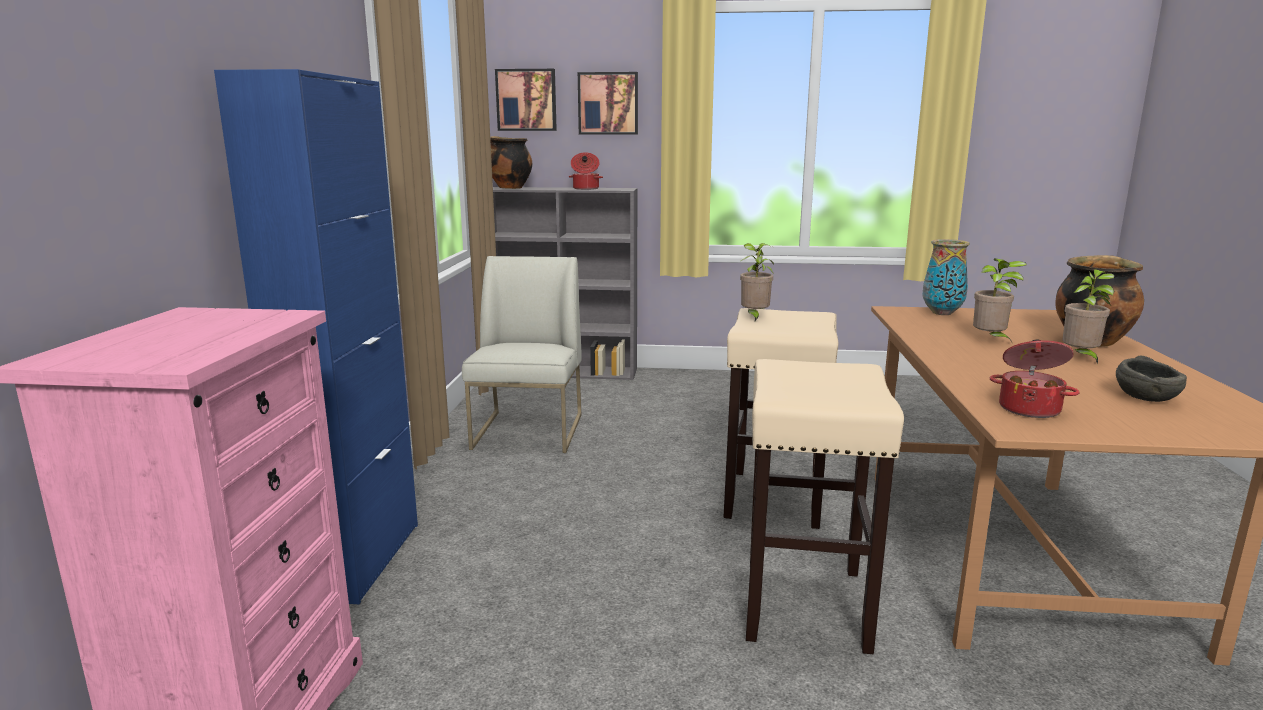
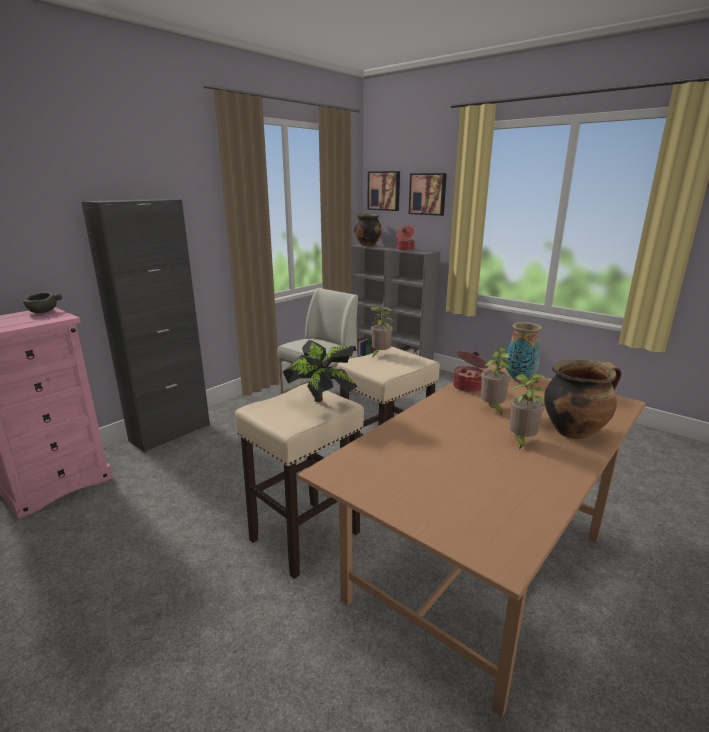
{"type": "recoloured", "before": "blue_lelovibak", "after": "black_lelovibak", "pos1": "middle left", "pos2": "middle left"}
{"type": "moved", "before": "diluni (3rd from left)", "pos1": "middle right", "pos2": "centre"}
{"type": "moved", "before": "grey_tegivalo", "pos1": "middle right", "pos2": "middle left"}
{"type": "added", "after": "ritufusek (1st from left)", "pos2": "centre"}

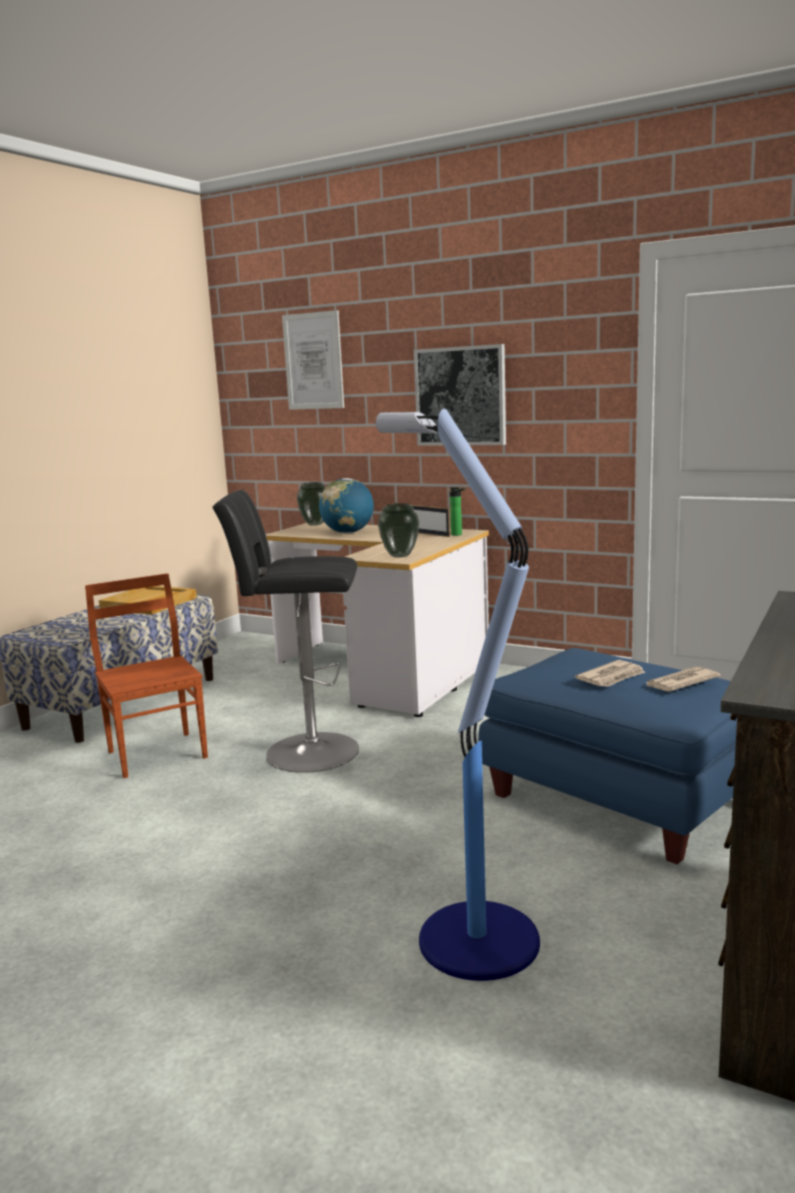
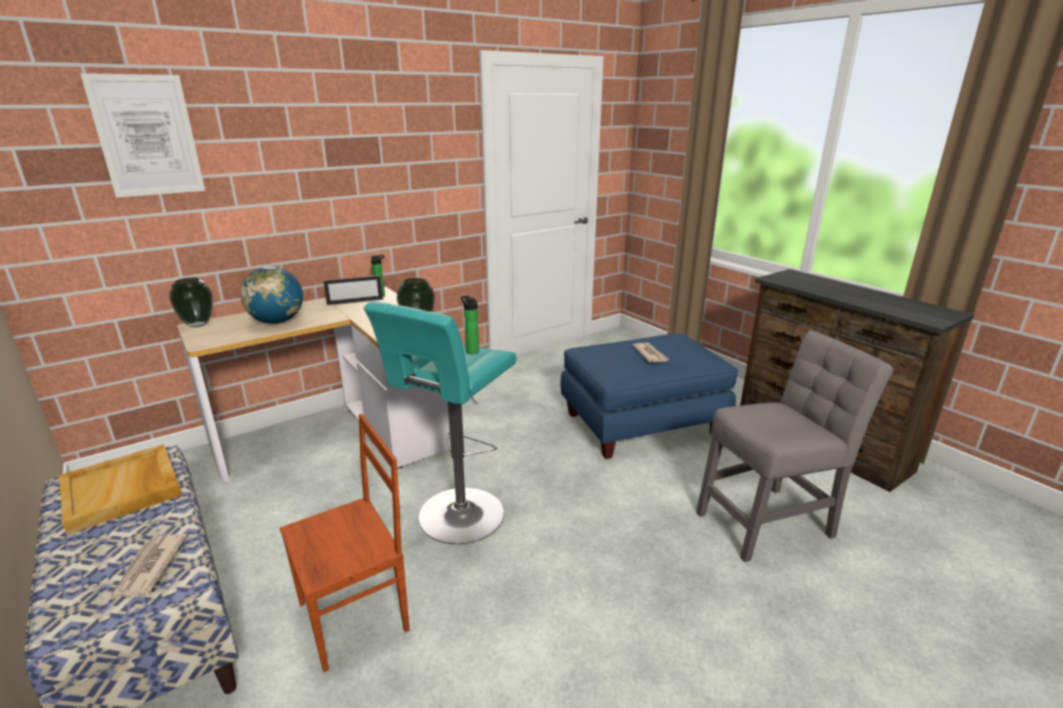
{"type": "turned", "before": "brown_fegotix", "pos1": "middle left", "pos2": "bottom left", "turn": 150}
{"type": "recoloured", "before": "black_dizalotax", "after": "turquoise_dizalotax", "pos1": "centre", "pos2": "centre"}
{"type": "replaced", "before": "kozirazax", "after": "grey_fegotix", "pos1": "centre", "pos2": "middle right"}
{"type": "removed", "before": "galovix (2nd from left)", "pos1": "top centre"}
{"type": "moved", "before": "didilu (2nd from left in the first image)", "after": "didilu (1st from left)", "pos1": "middle right", "pos2": "bottom left"}
{"type": "added", "after": "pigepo (2nd from left)", "pos2": "centre"}

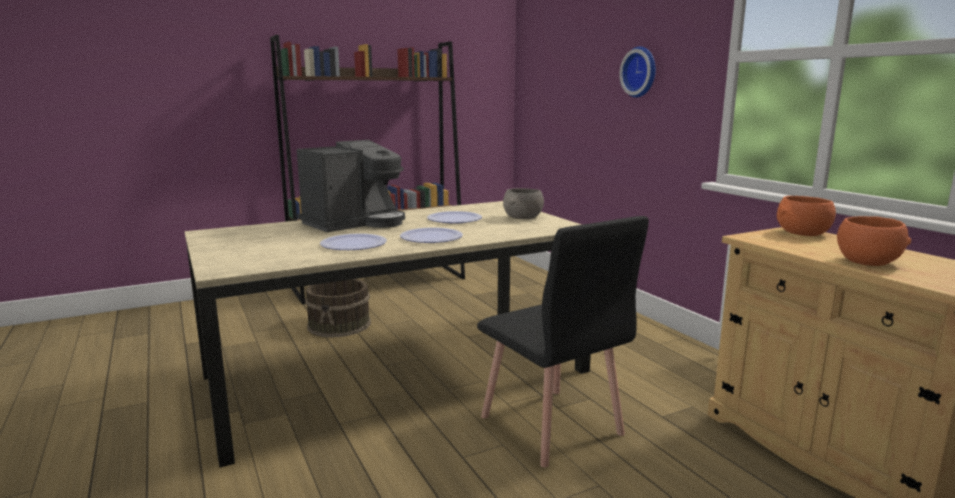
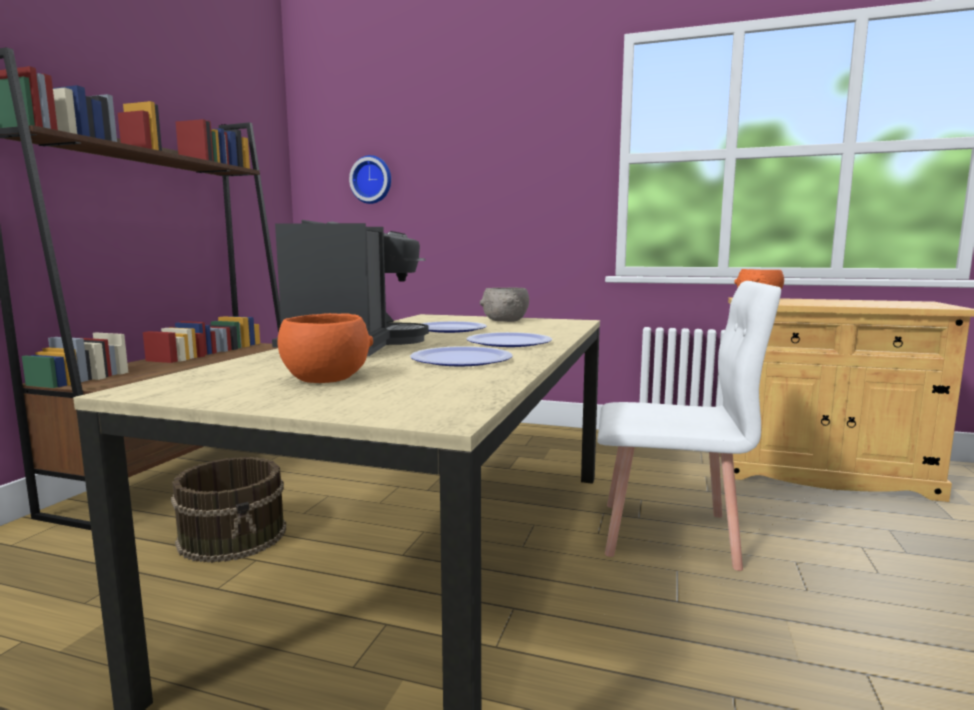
{"type": "recoloured", "before": "black_fegotix", "after": "white_fegotix", "pos1": "bottom centre", "pos2": "middle right"}
{"type": "moved", "before": "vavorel", "pos1": "top right", "pos2": "top centre"}
{"type": "moved", "before": "orange_tegivalo (2nd from left in the first image)", "after": "orange_tegivalo (1st from left)", "pos1": "middle right", "pos2": "centre"}

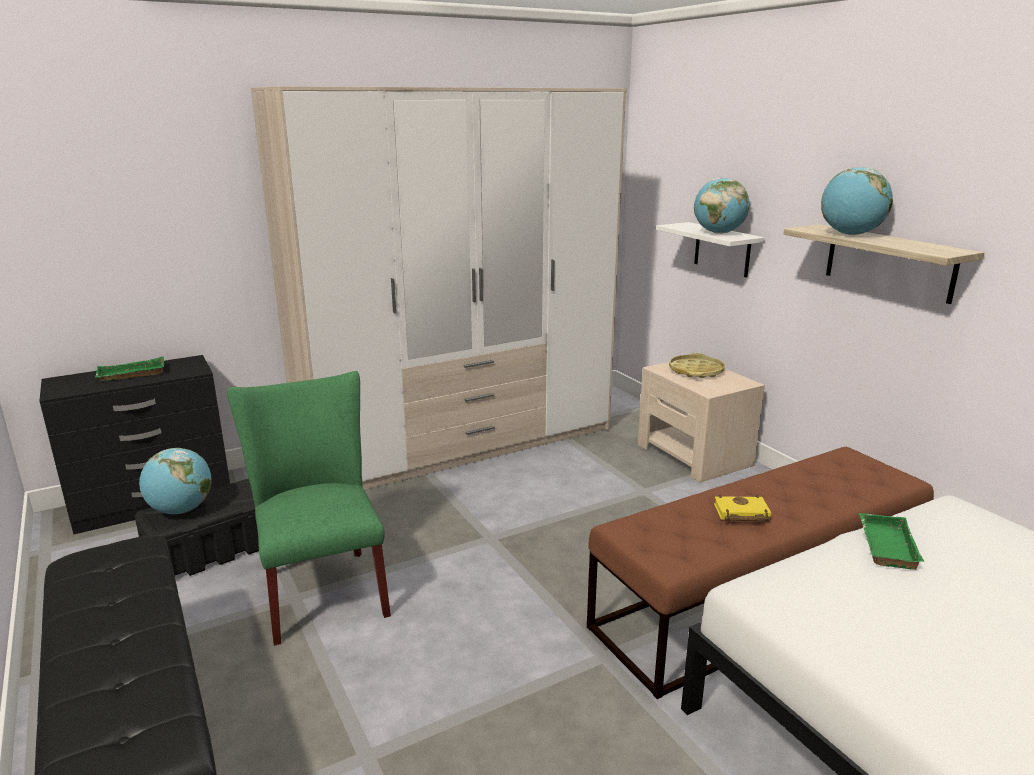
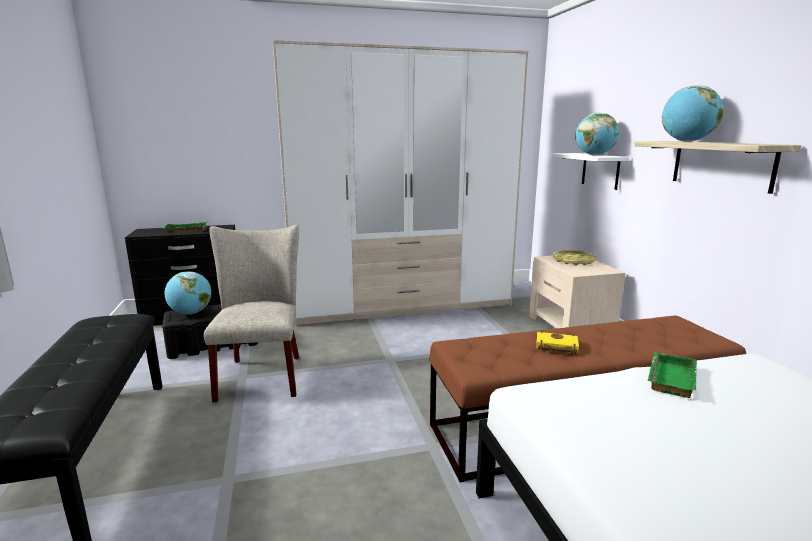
{"type": "recoloured", "before": "green_fegotix", "after": "beige_fegotix", "pos1": "middle left", "pos2": "middle left"}

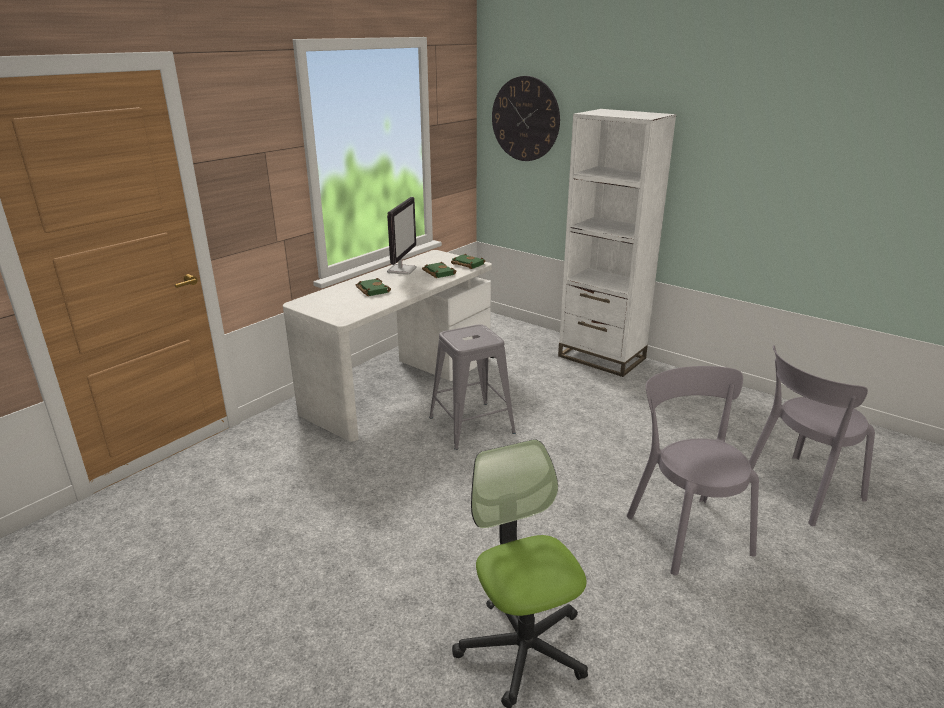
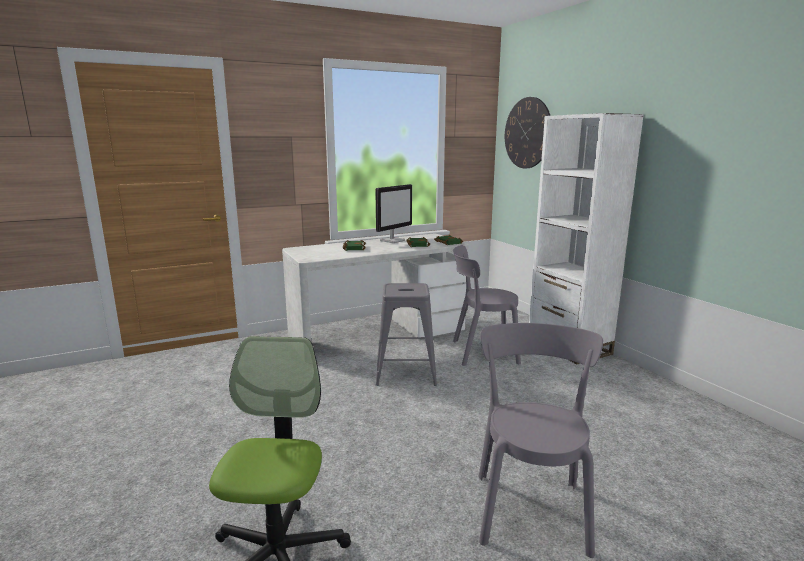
{"type": "moved", "before": "grey_fegotix (2nd from left in the first image)", "after": "grey_fegotix (1st from left)", "pos1": "middle right", "pos2": "centre"}

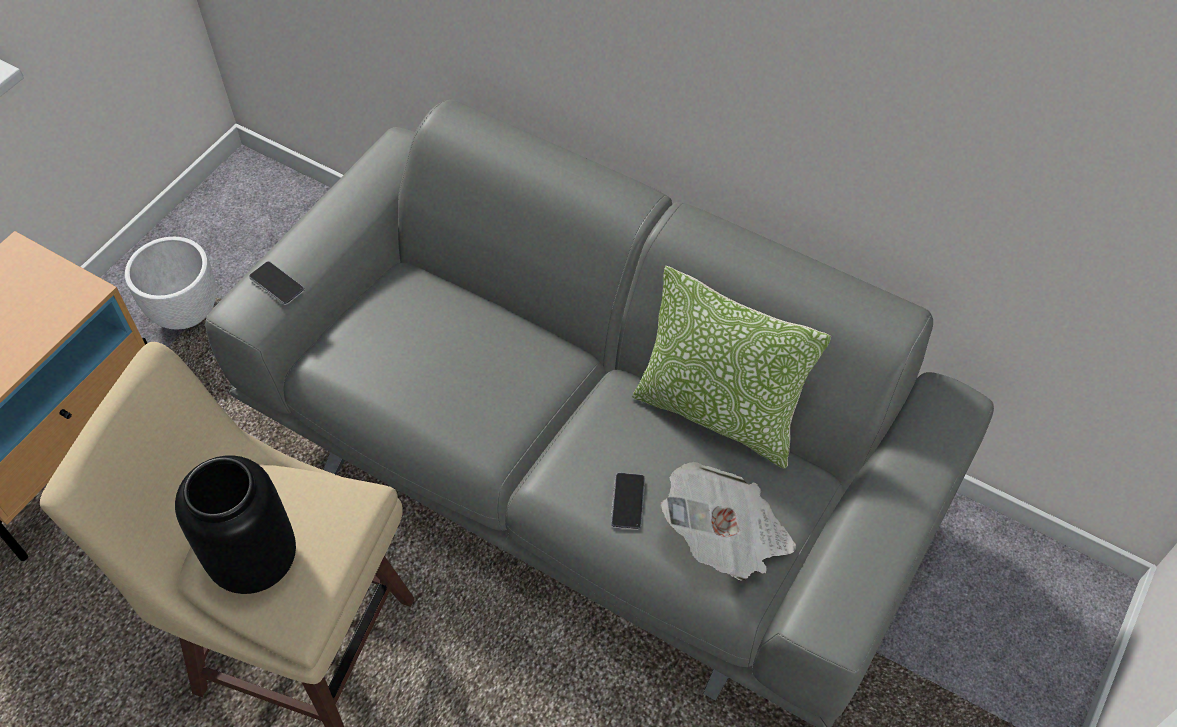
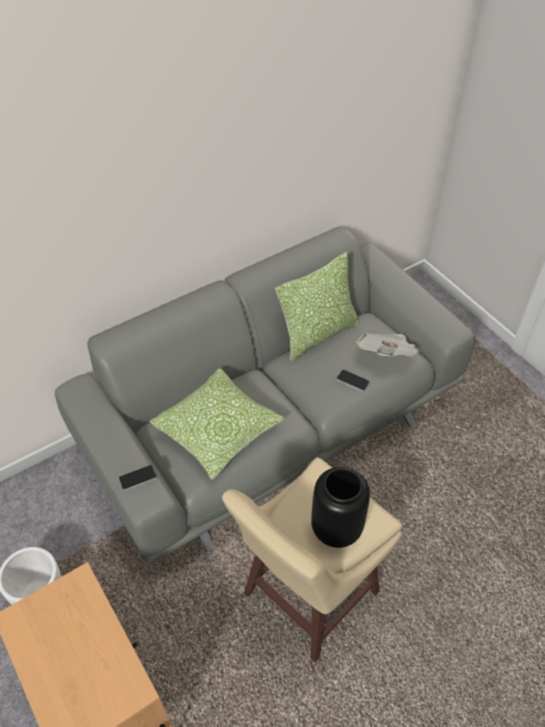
{"type": "added", "after": "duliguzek (1st from left)", "pos2": "centre"}

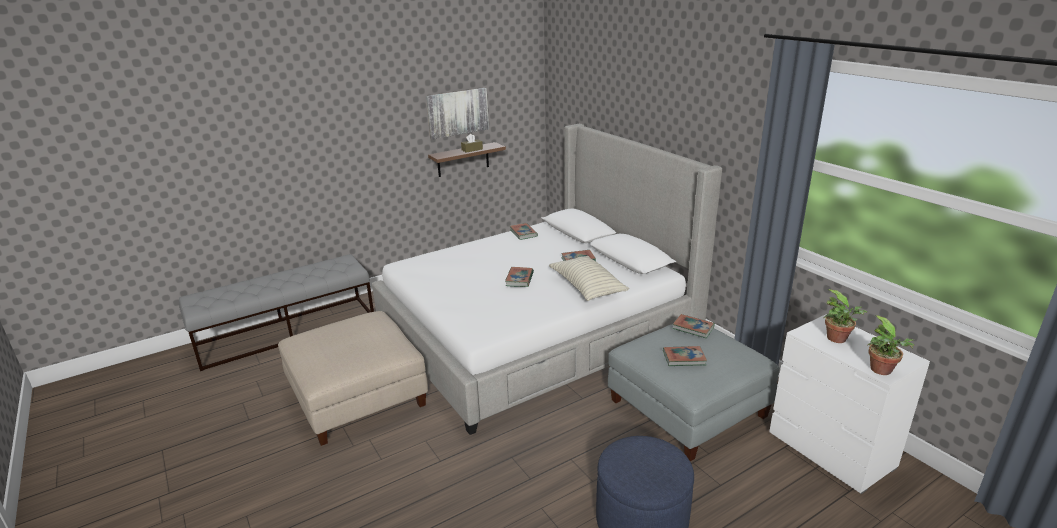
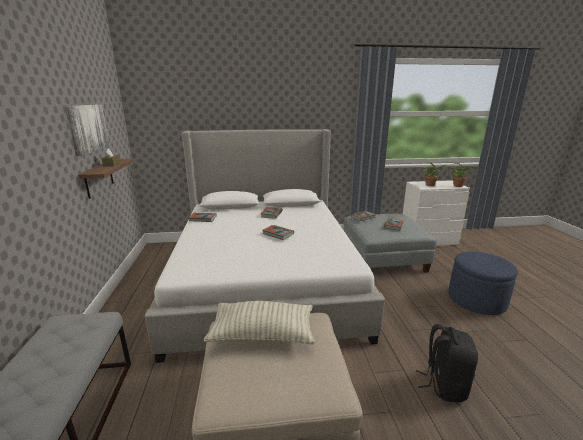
{"type": "moved", "before": "duliguzek", "pos1": "centre", "pos2": "bottom centre"}
{"type": "added", "after": "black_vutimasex", "pos2": "bottom right"}

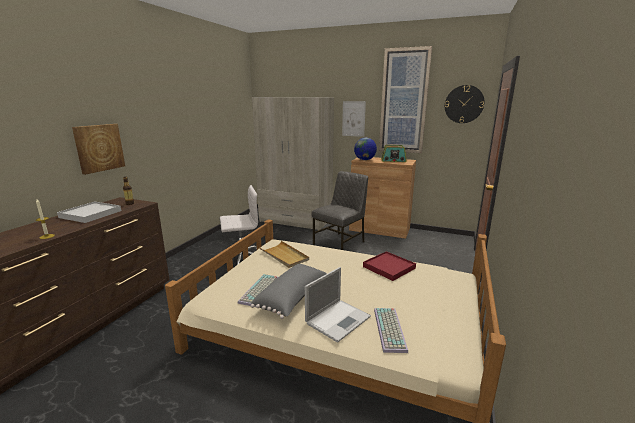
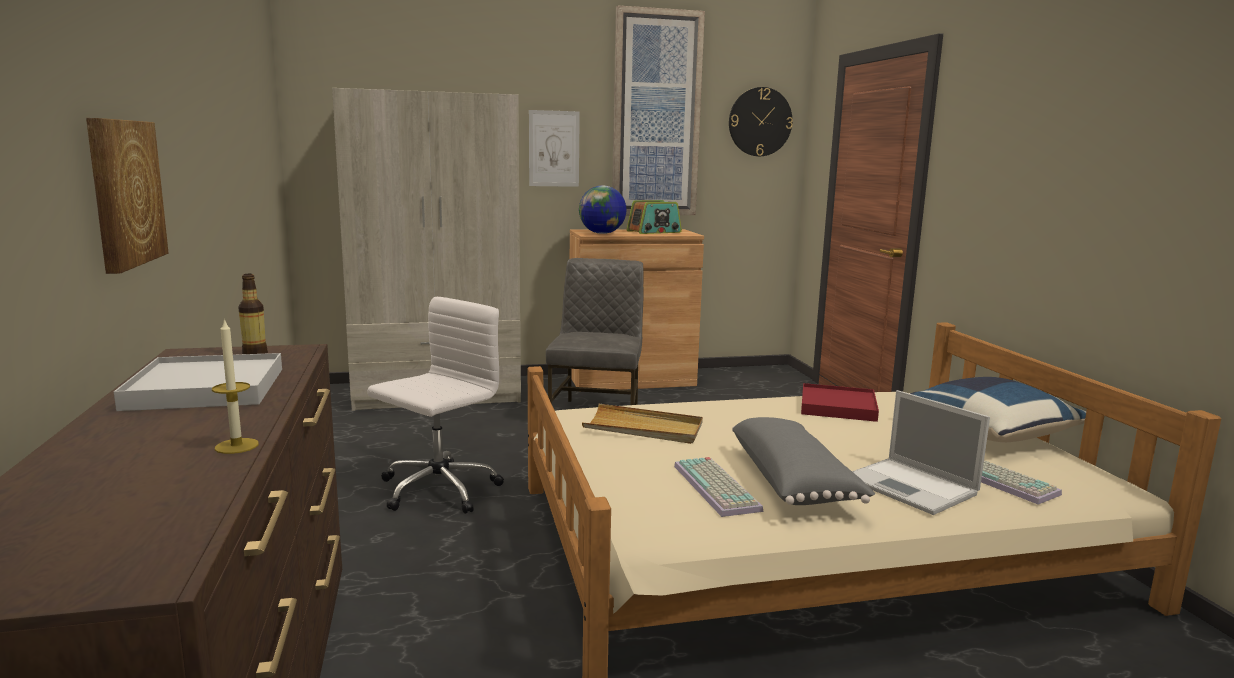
{"type": "turned", "before": "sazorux", "pos1": "bottom centre", "pos2": "bottom right", "turn": 135}
{"type": "added", "after": "blue_duliguzek", "pos2": "middle right"}

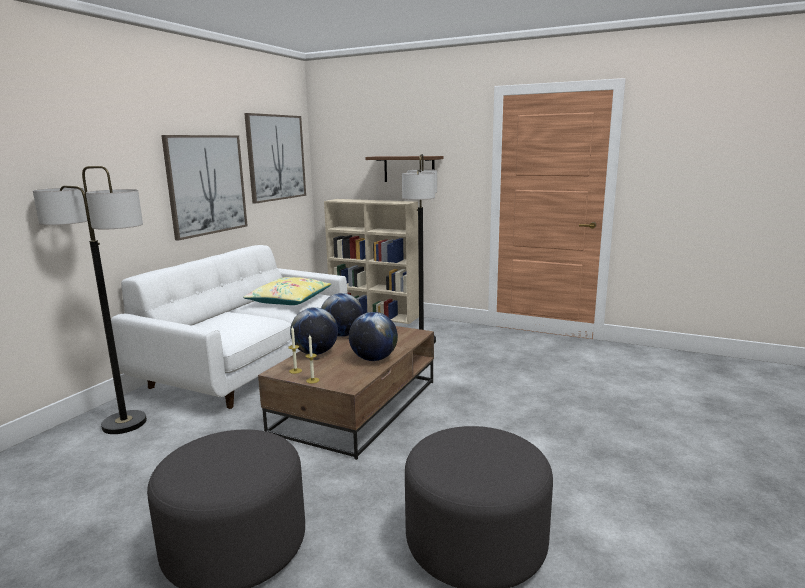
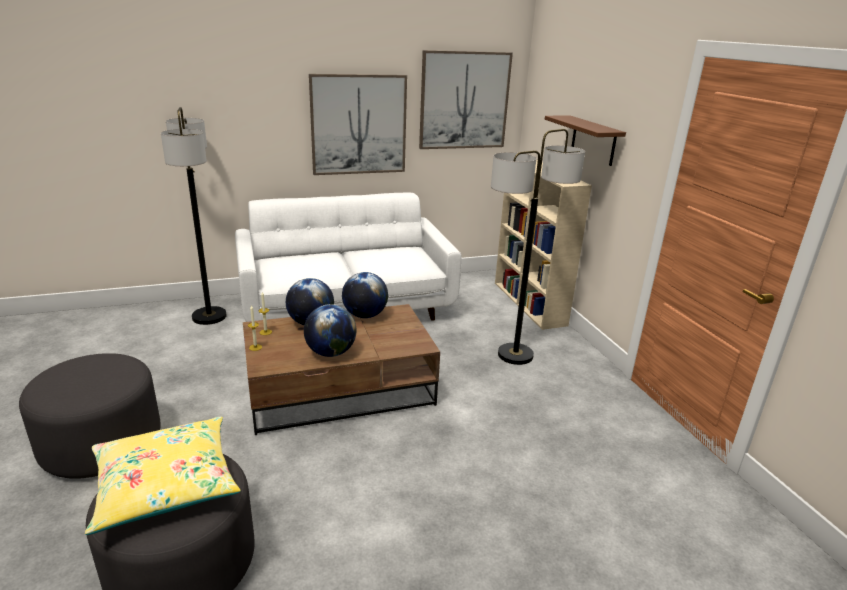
{"type": "moved", "before": "yellow_duliguzek", "pos1": "centre", "pos2": "bottom left"}

